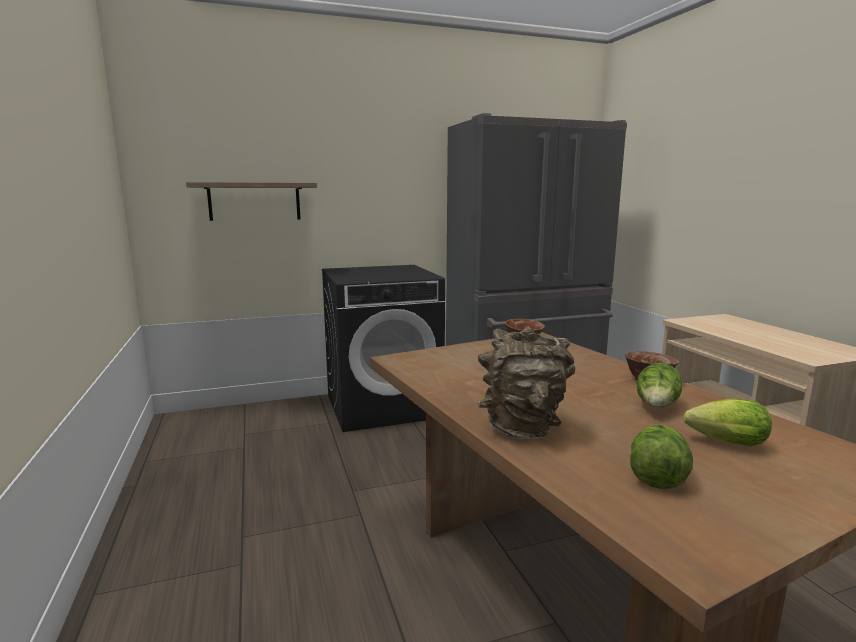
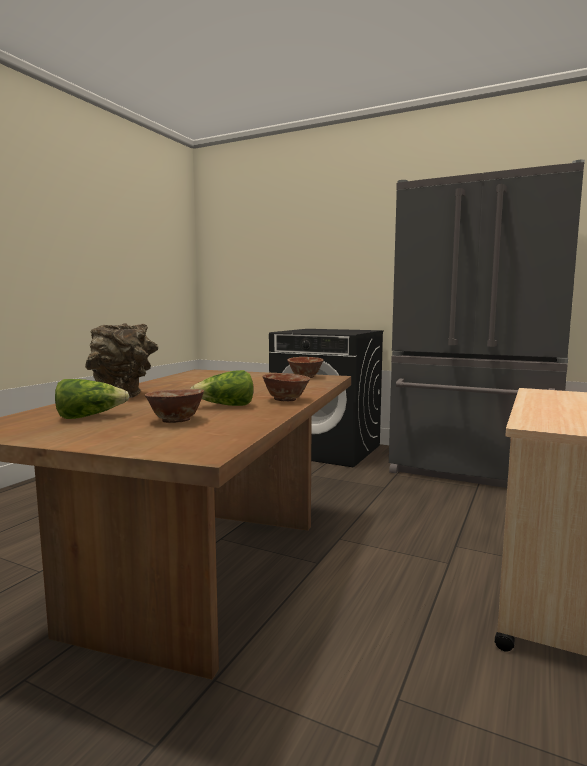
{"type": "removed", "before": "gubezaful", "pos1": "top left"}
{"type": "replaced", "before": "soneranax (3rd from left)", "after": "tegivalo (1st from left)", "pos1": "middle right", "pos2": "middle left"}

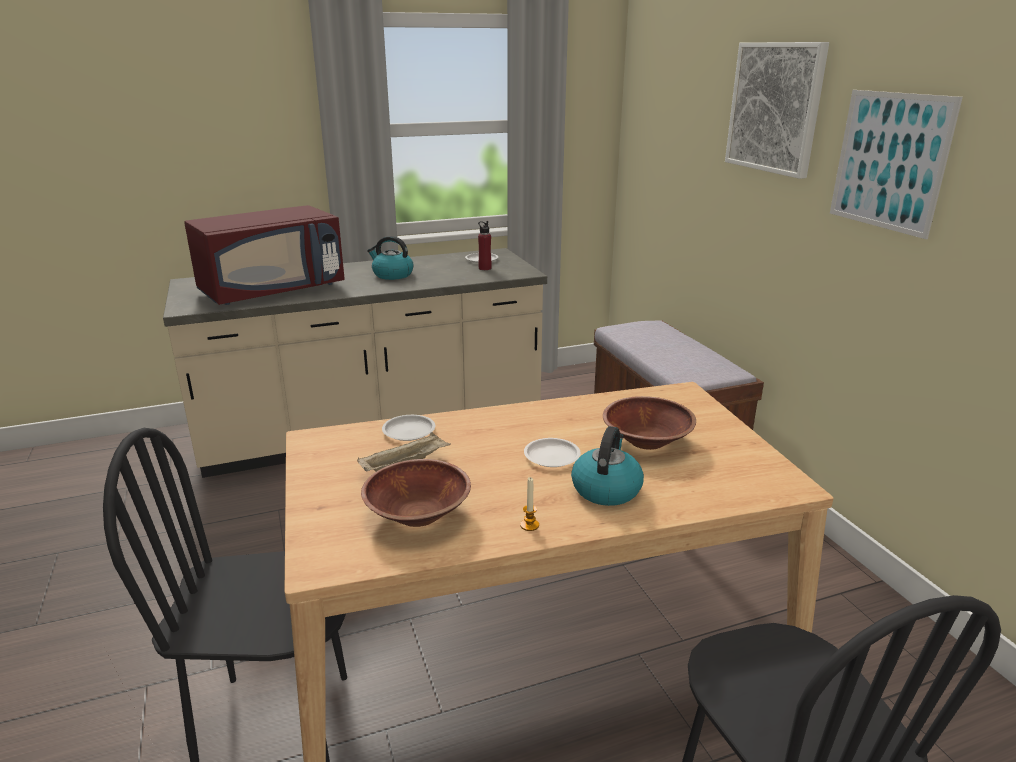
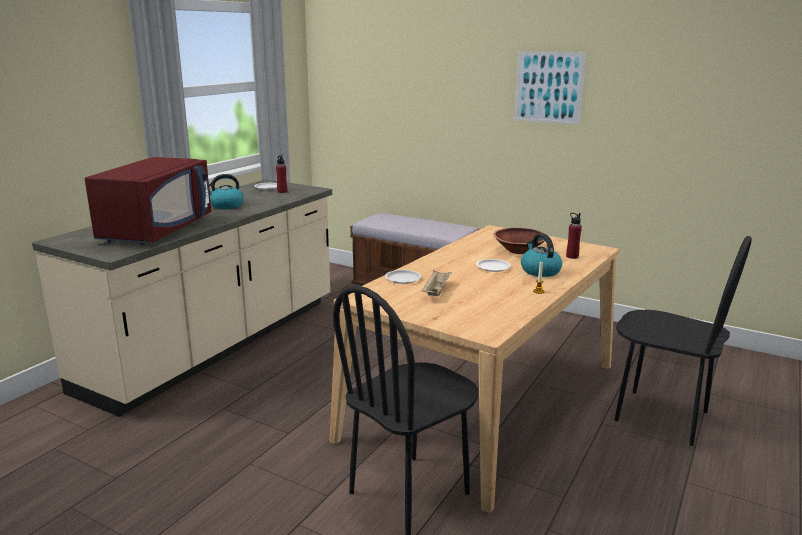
{"type": "removed", "before": "brown_tegivalo (1st from left)", "pos1": "centre"}
{"type": "removed", "before": "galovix (1st from left)", "pos1": "top right"}
{"type": "added", "after": "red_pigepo (2nd from left)", "pos2": "middle right"}

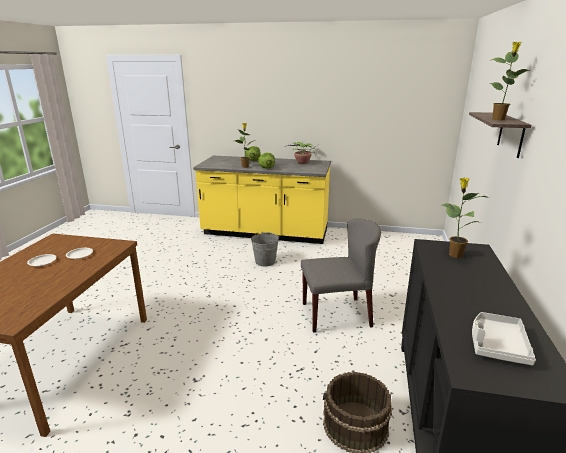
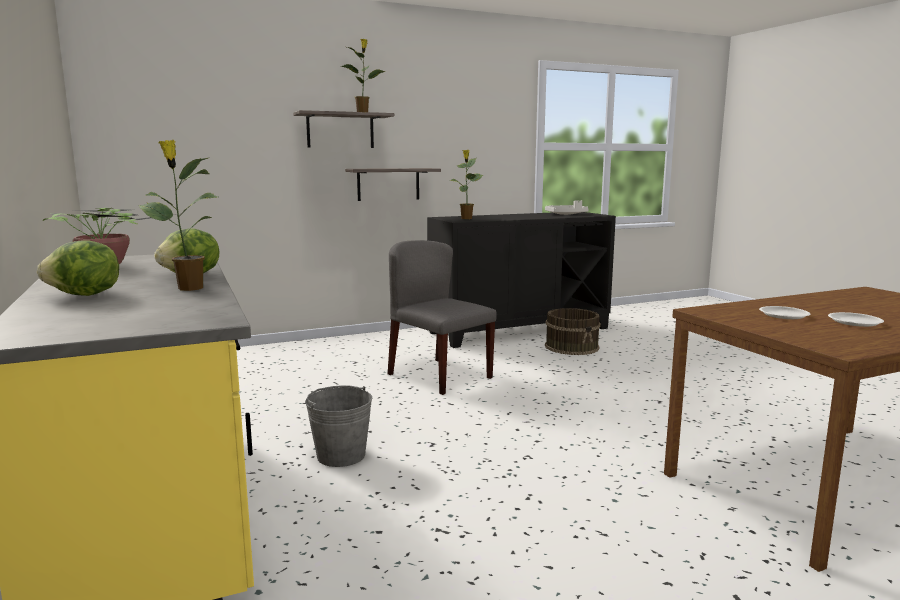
{"type": "added", "after": "gubezaful (2nd from left)", "pos2": "top centre"}

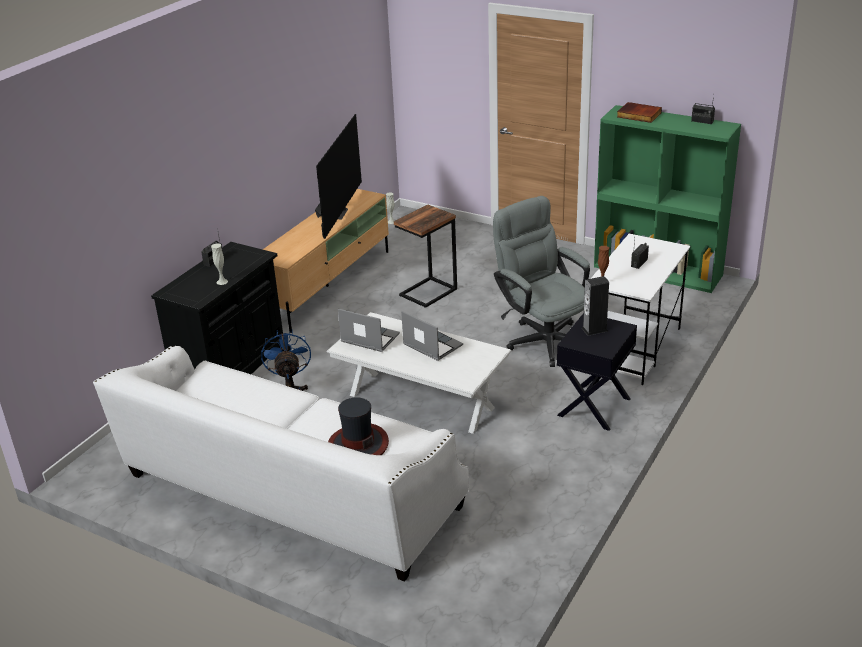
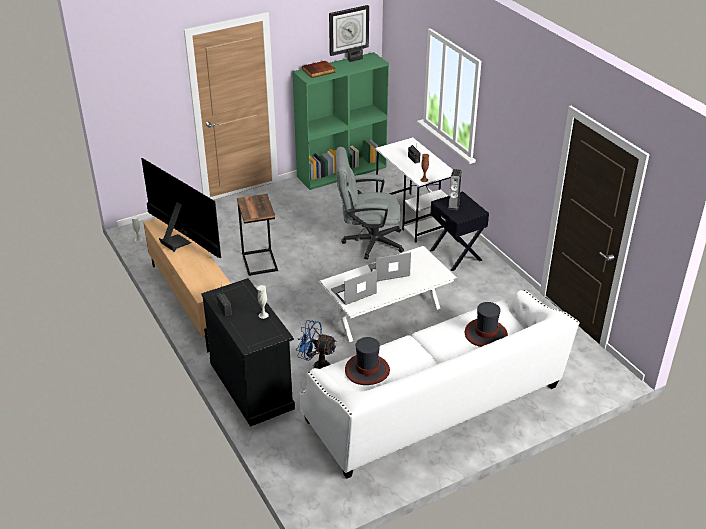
{"type": "added", "after": "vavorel", "pos2": "top centre"}
{"type": "added", "after": "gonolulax (1st from left)", "pos2": "bottom centre"}

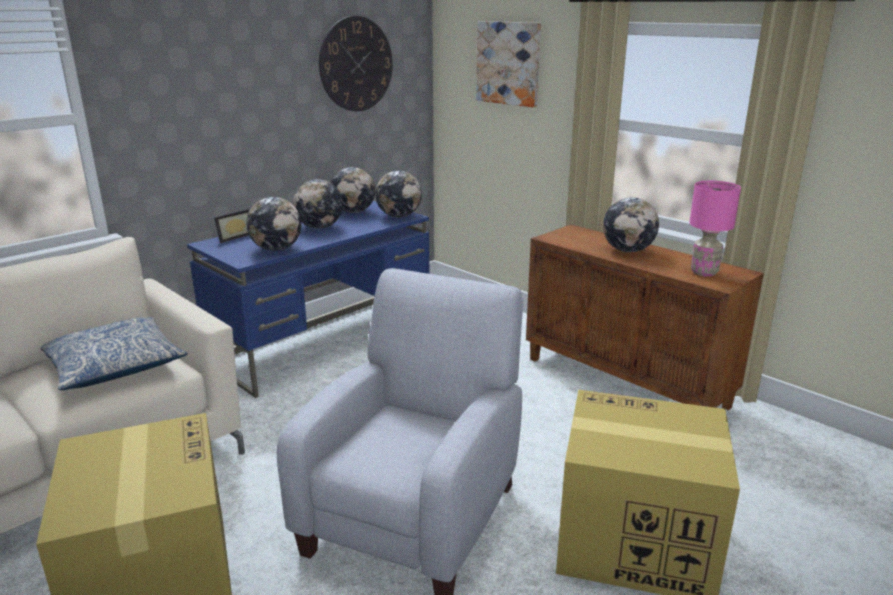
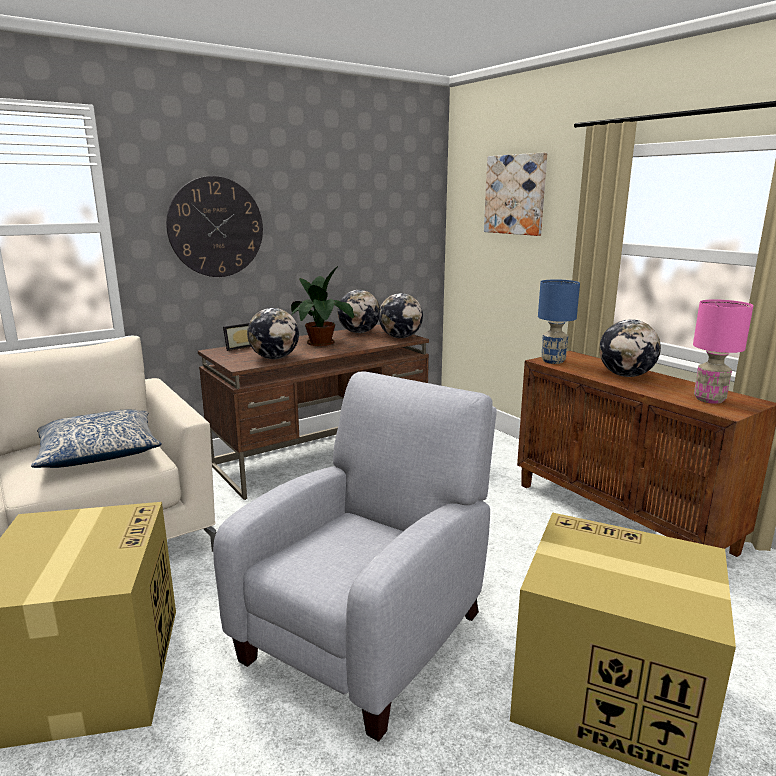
{"type": "recoloured", "before": "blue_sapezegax", "after": "brown_sapezegax", "pos1": "centre", "pos2": "centre"}
{"type": "replaced", "before": "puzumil (2nd from left)", "after": "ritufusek", "pos1": "centre", "pos2": "centre"}
{"type": "moved", "before": "vavorel", "pos1": "top centre", "pos2": "top left"}
{"type": "added", "after": "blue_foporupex", "pos2": "middle right"}

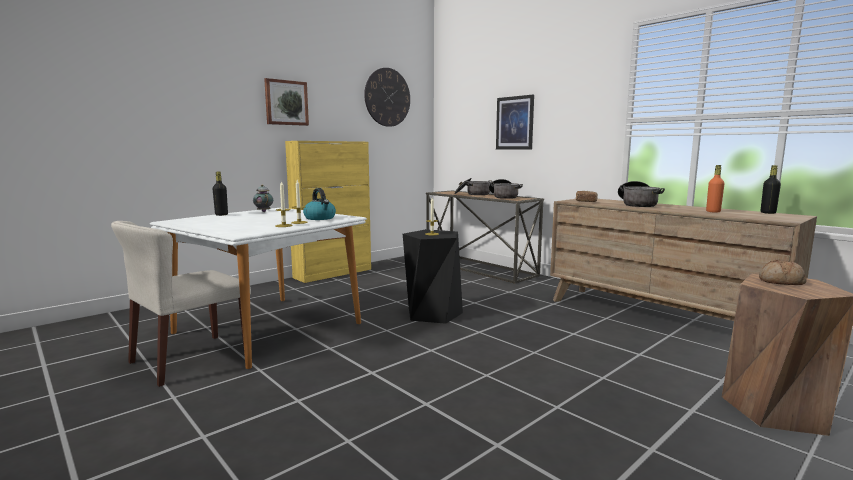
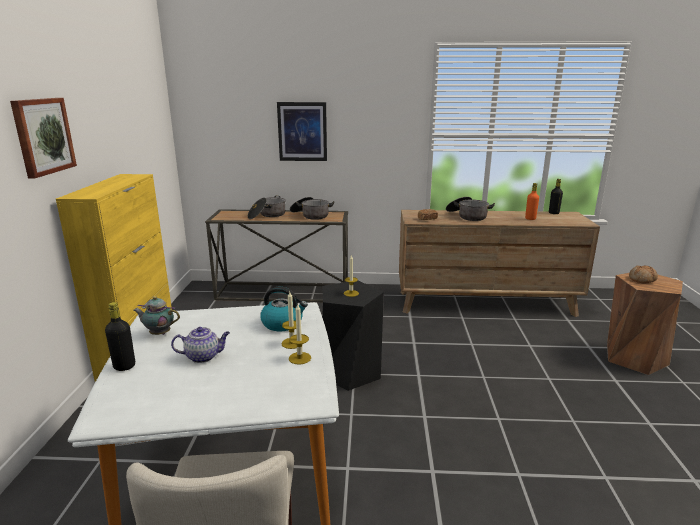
{"type": "removed", "before": "vavorel", "pos1": "top centre"}
{"type": "added", "after": "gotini (2nd from left)", "pos2": "middle left"}

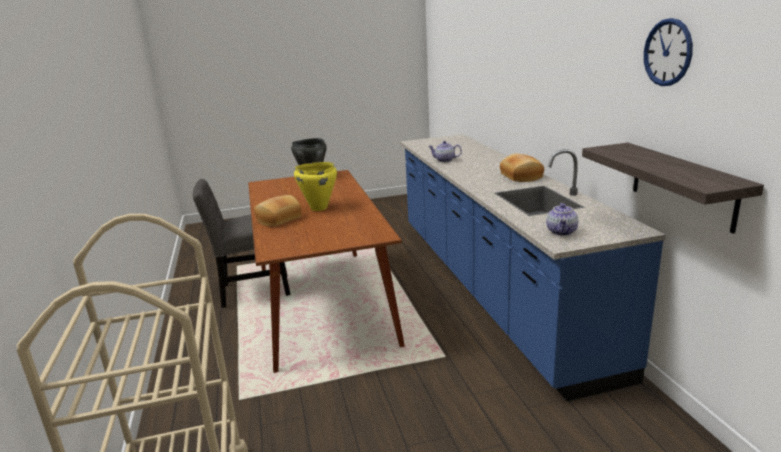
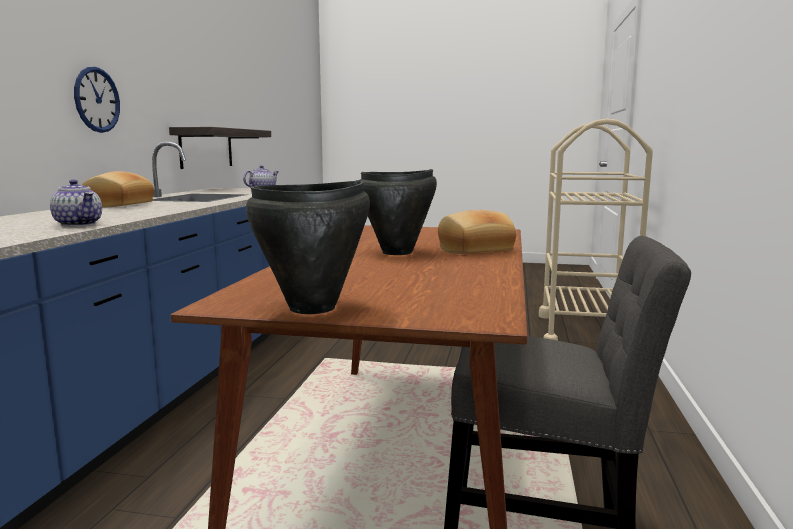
{"type": "recoloured", "before": "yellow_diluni", "after": "black_diluni (2nd from left)", "pos1": "centre", "pos2": "centre"}
{"type": "moved", "before": "vavorel", "pos1": "top right", "pos2": "top left"}

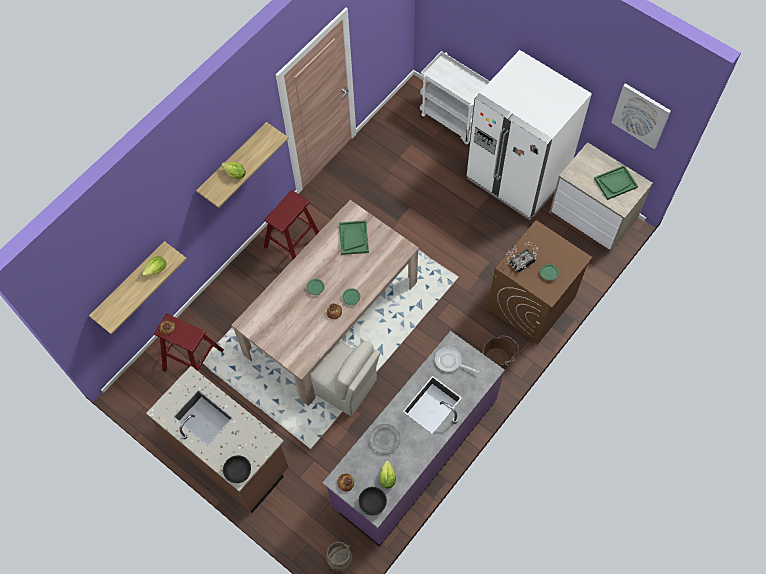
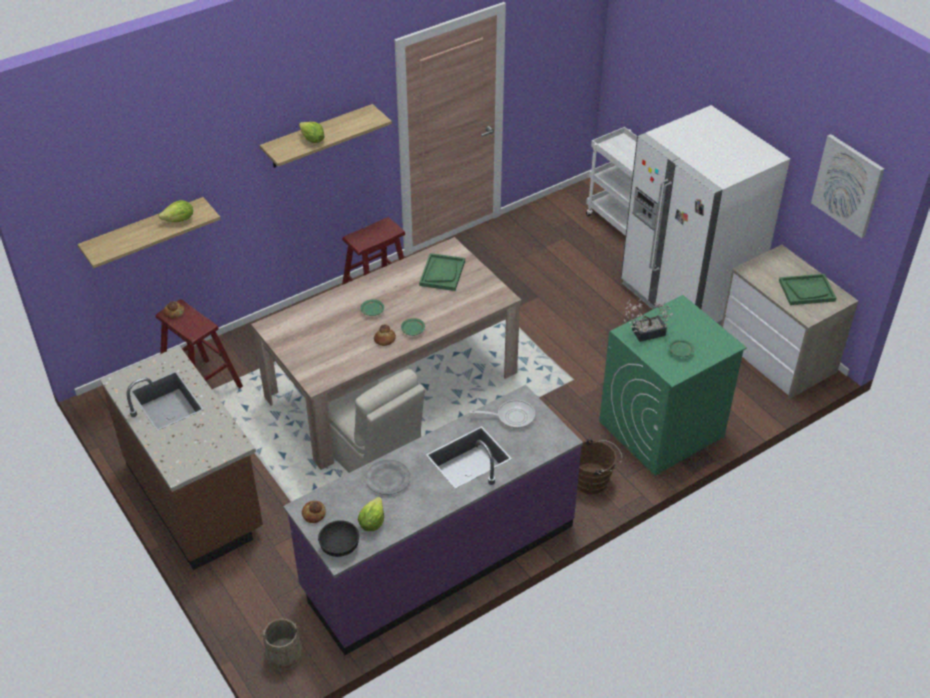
{"type": "removed", "before": "black_tegivalo (1st from left)", "pos1": "bottom left"}
{"type": "turned", "before": "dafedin", "pos1": "centre", "pos2": "centre", "turn": 135}
{"type": "recoloured", "before": "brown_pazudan", "after": "green_pazudan", "pos1": "middle right", "pos2": "middle right"}

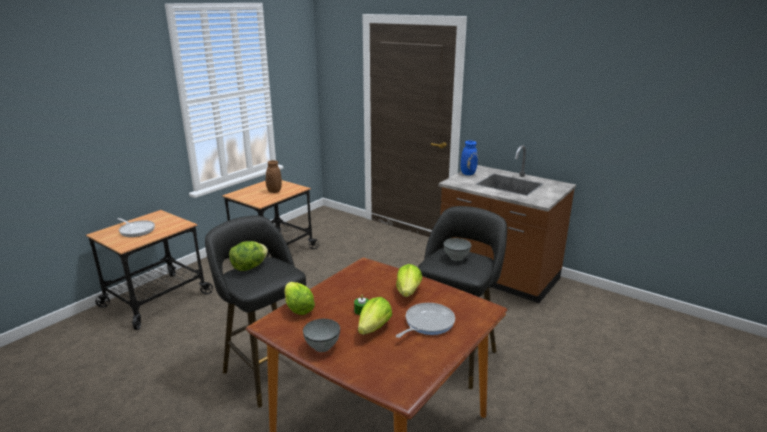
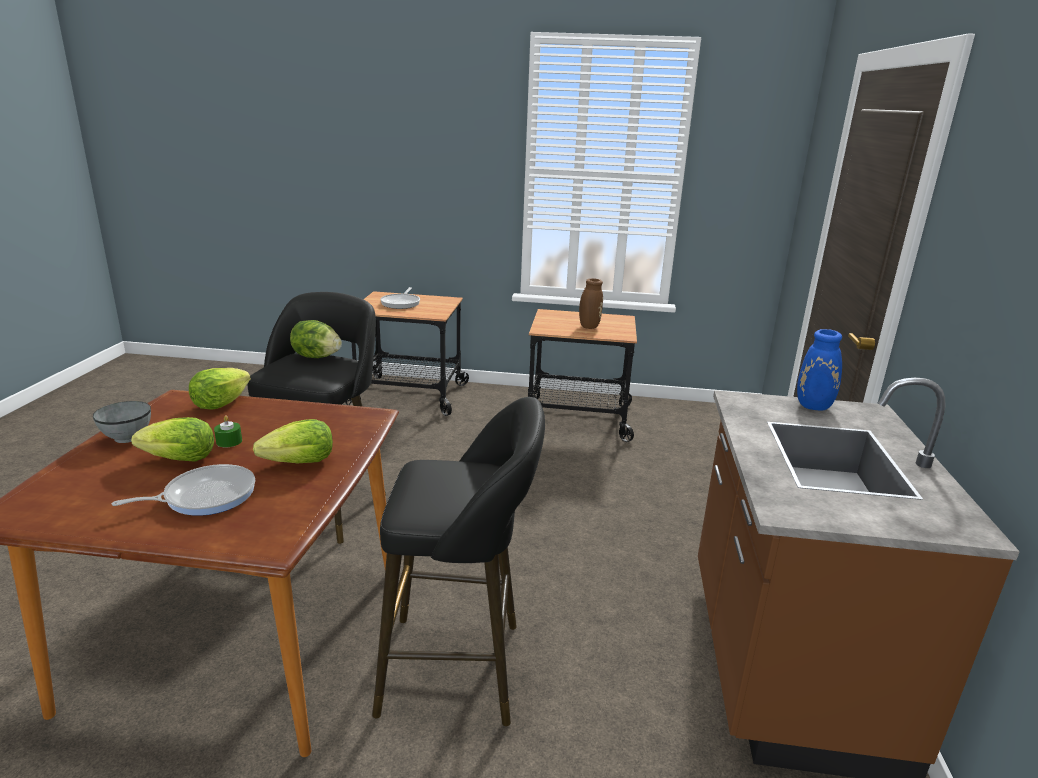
{"type": "turned", "before": "dafedin (2nd from left in the first image)", "pos1": "bottom centre", "pos2": "middle left", "turn": -45}
{"type": "removed", "before": "grey_tegivalo (2nd from left)", "pos1": "centre"}

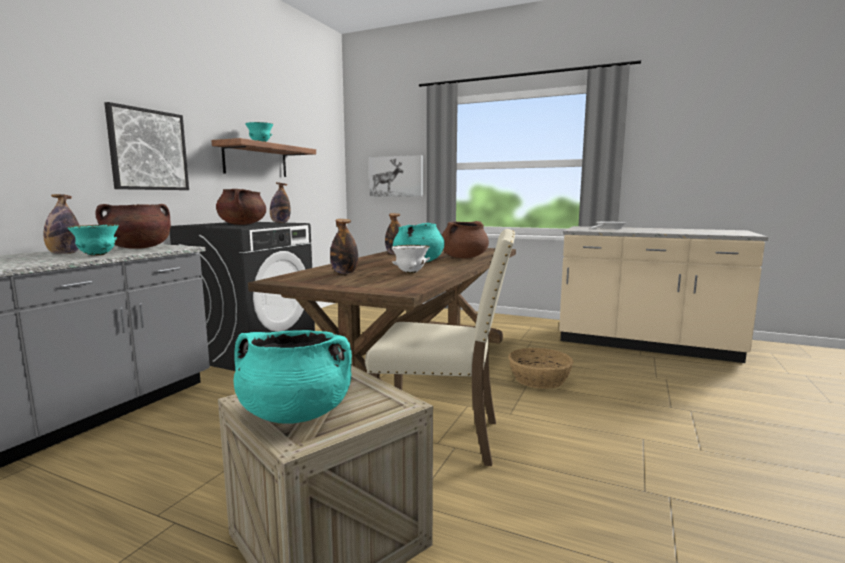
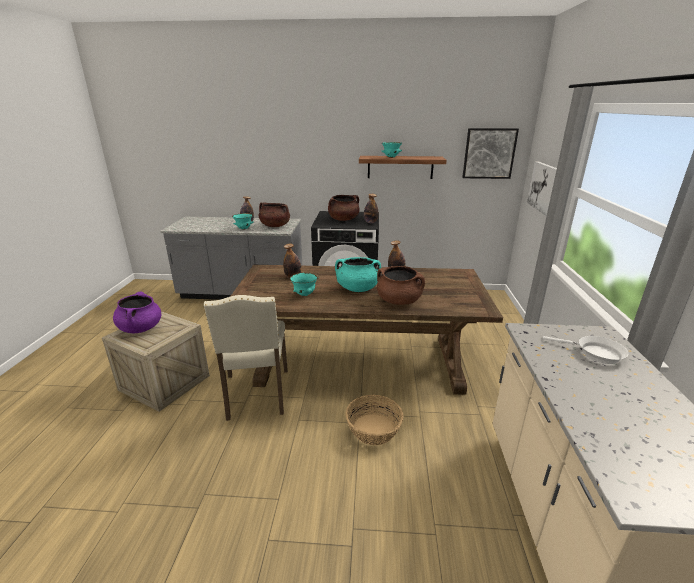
{"type": "moved", "before": "galovix (1st from left)", "pos1": "top left", "pos2": "top right"}
{"type": "recoloured", "before": "turquoise_diluni (1st from left)", "after": "purple_diluni", "pos1": "bottom centre", "pos2": "middle left"}
{"type": "recoloured", "before": "white_tegivalo", "after": "turquoise_tegivalo (2nd from left)", "pos1": "centre", "pos2": "centre"}

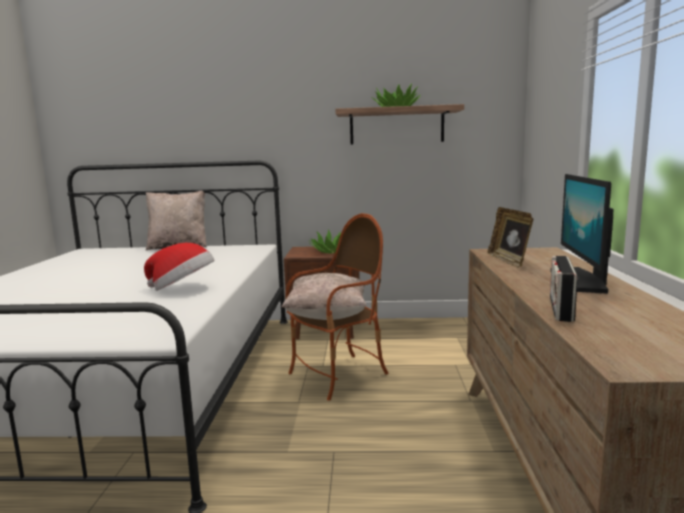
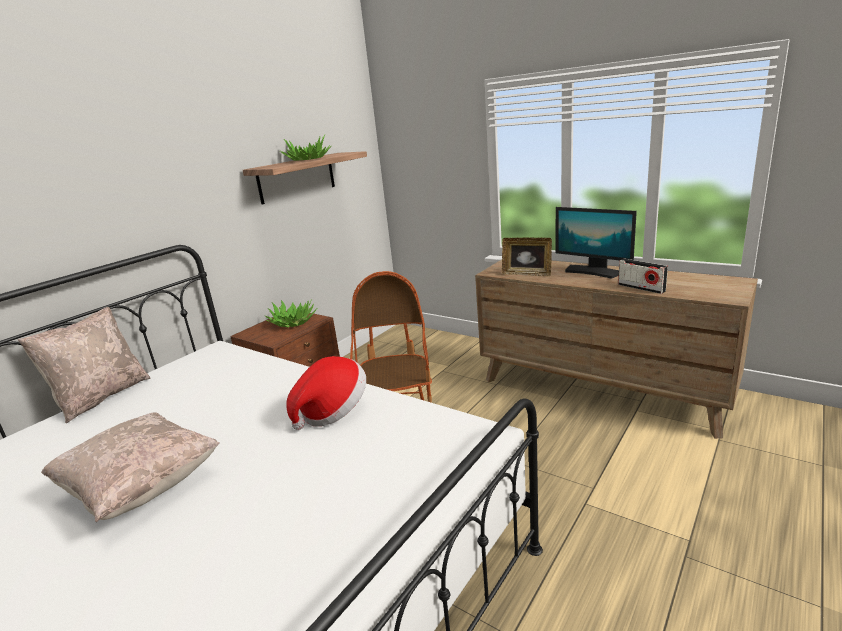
{"type": "moved", "before": "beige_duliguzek (2nd from left)", "pos1": "centre", "pos2": "bottom left"}

